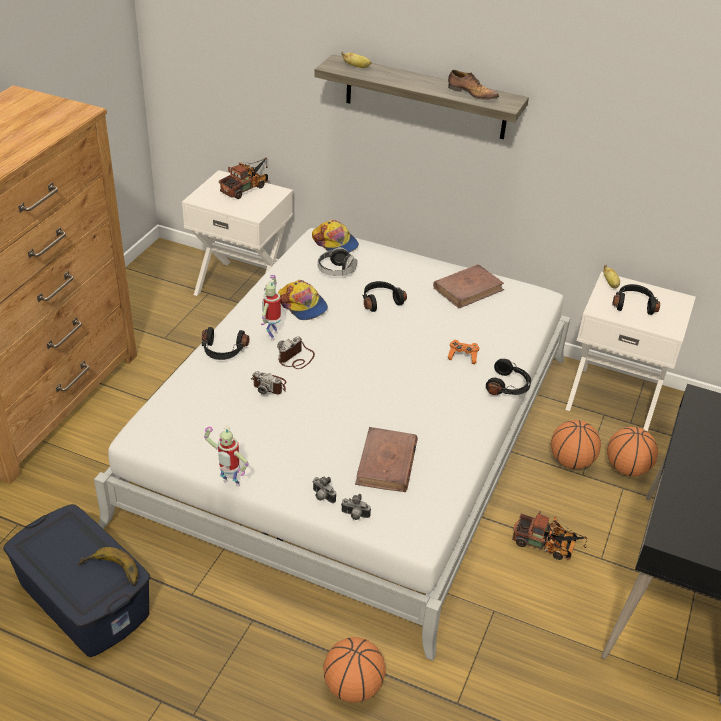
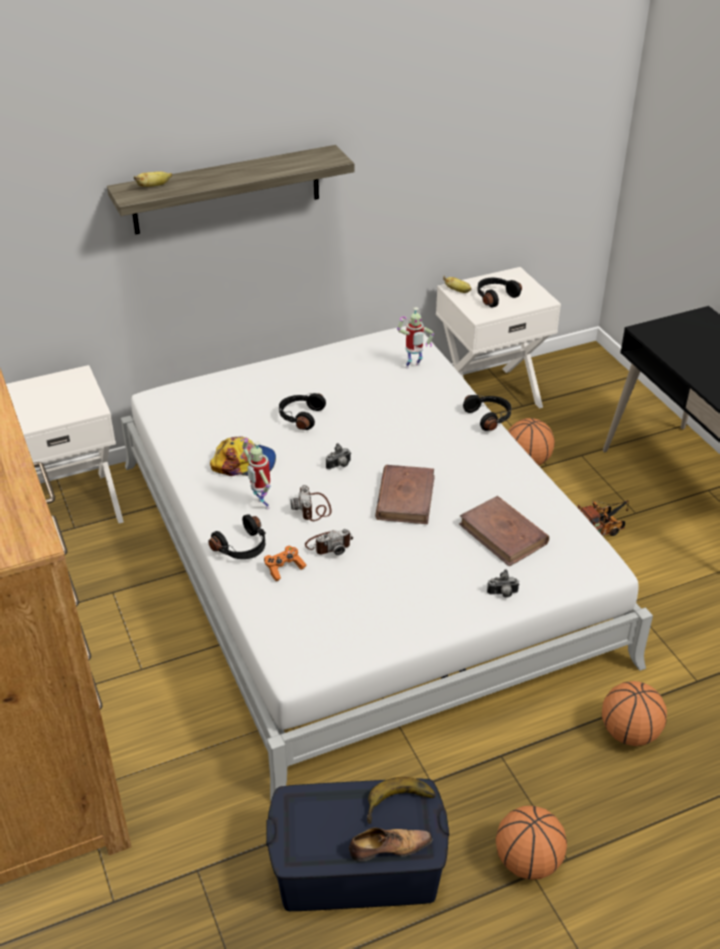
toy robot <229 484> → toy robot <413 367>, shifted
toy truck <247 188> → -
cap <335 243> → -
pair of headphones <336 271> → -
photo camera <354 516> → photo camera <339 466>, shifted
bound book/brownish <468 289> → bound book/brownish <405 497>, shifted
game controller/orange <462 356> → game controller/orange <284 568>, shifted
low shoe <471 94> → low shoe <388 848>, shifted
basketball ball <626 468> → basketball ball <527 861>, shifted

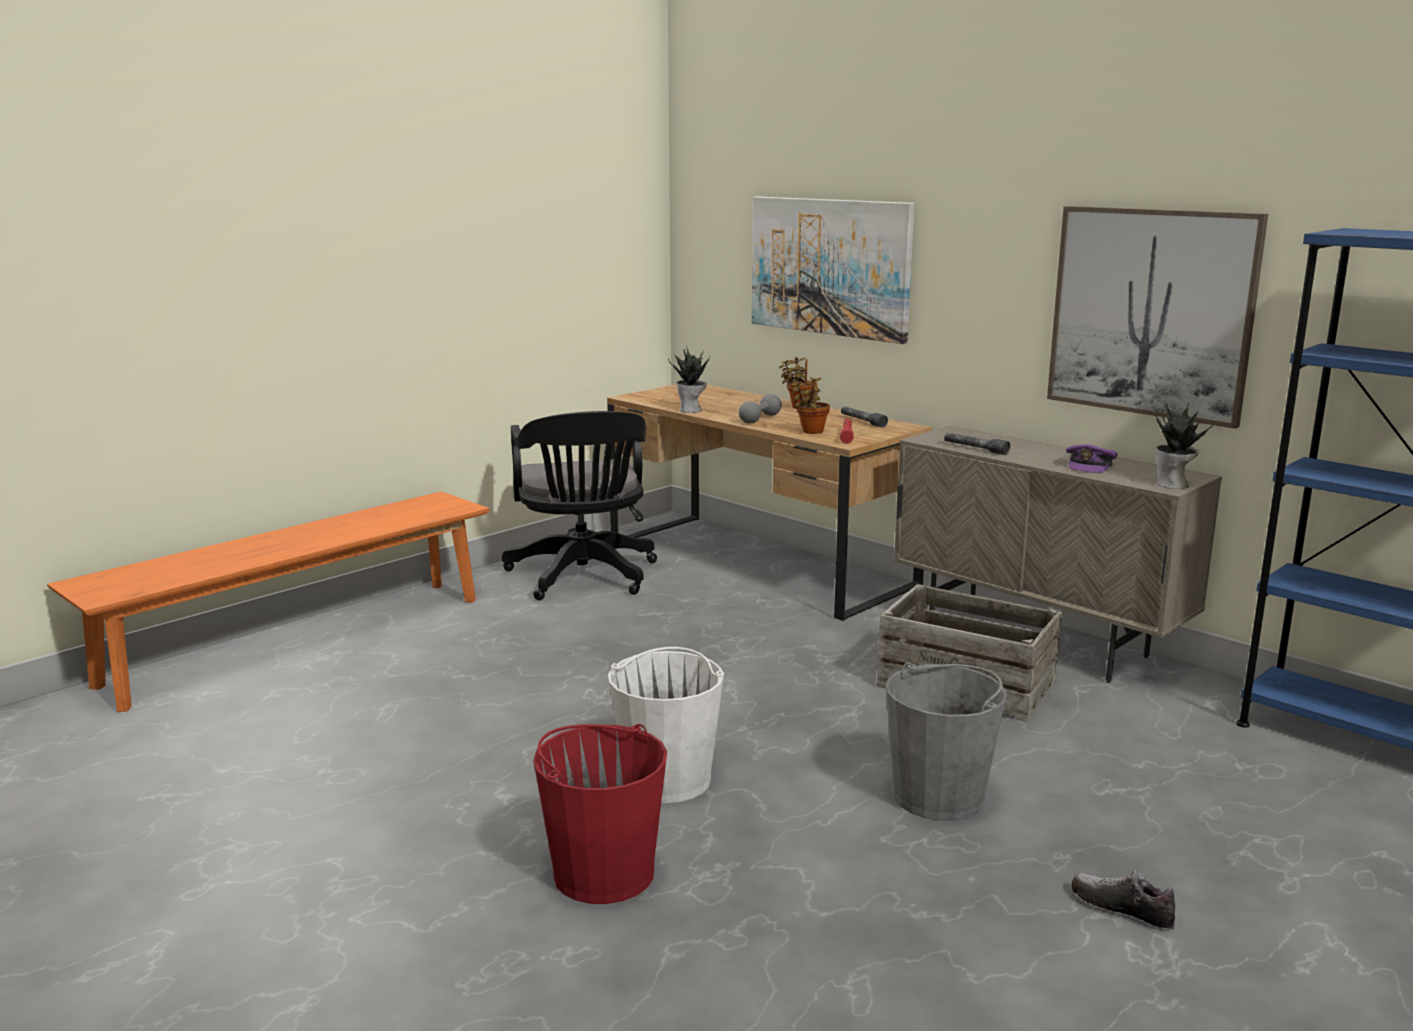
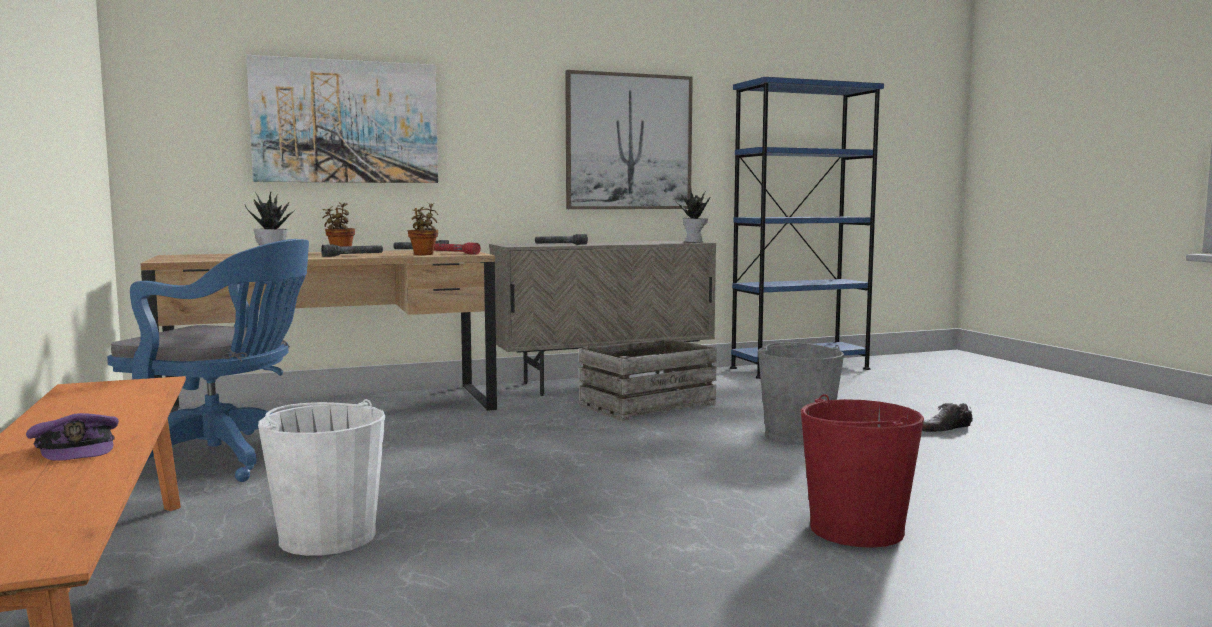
office chair/black-coloured <584 578> → office chair/blue-coloured <225 459>
bucket/white <667 779> → bucket/white <327 536>, shifted
free weight/grey <760 419> → flashlight/grey <353 255>
cap/purplish <1090 466> → cap/purplish <76 449>, shifted

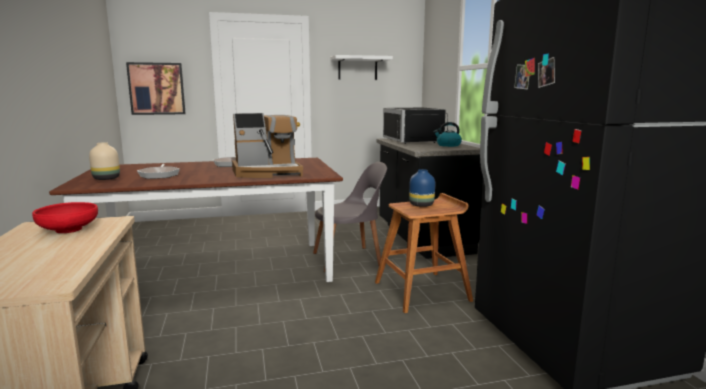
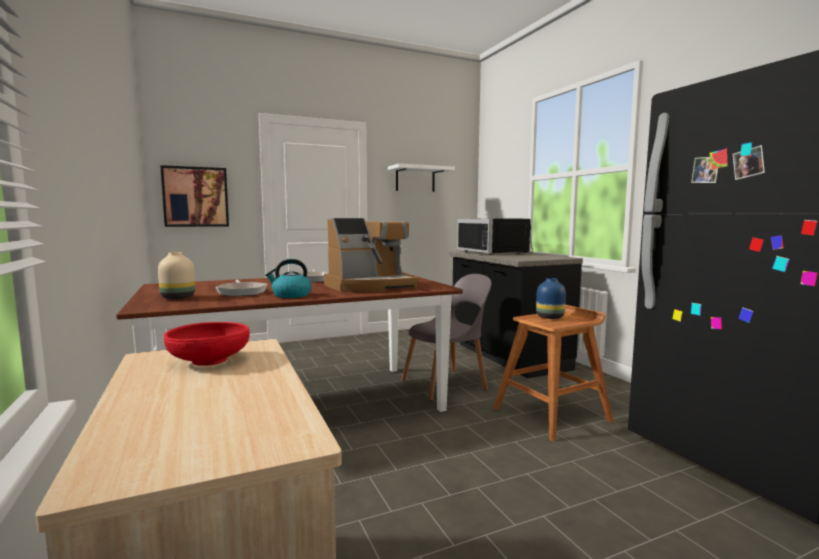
kettle <448 145> → kettle <291 295>, shifted

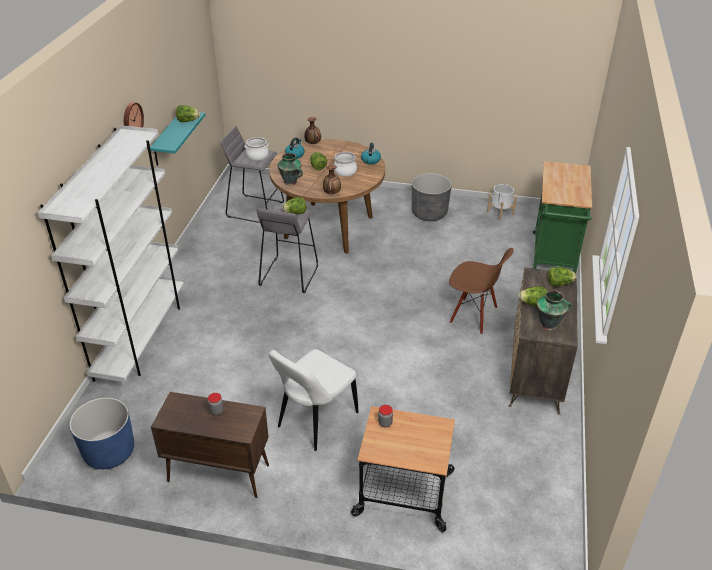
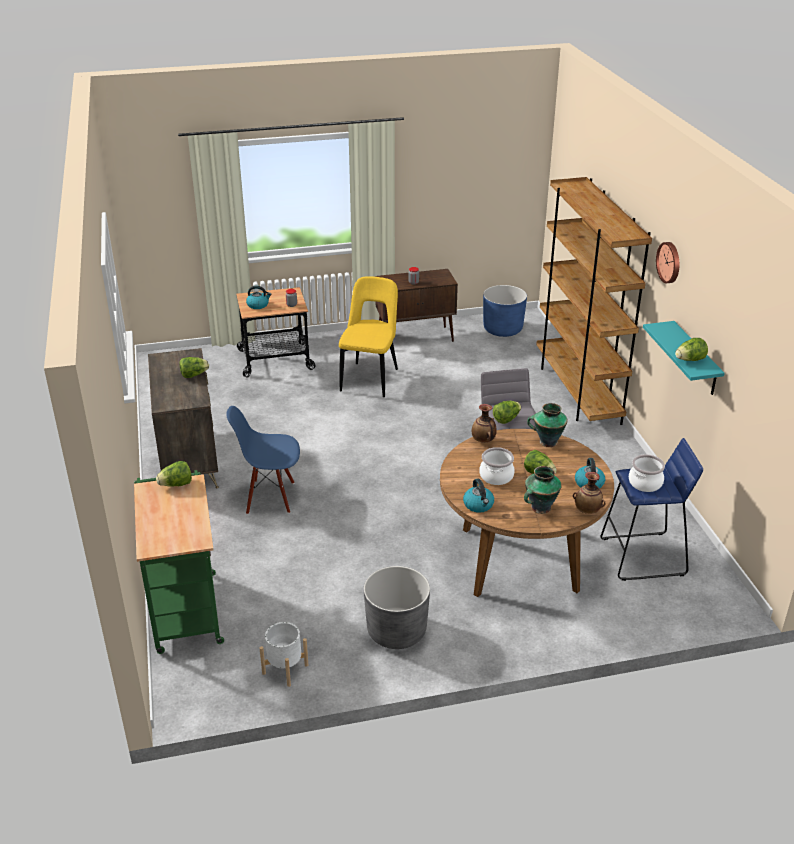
shelving unit/white <141 337> → shelving unit/brownish <577 391>
stool seat/grey <255 209> → stool seat/blue-coloured <643 557>
plain chair/white <315 422> → plain chair/yellowish <370 378>
plain chair/brownish <473 315> → plain chair/blue-coloured <270 497>
vase <549 324> → vase <540 508>, shifted
lettuce <559 283> → lettuce <176 485>, shifted
- → kettle <258 305>

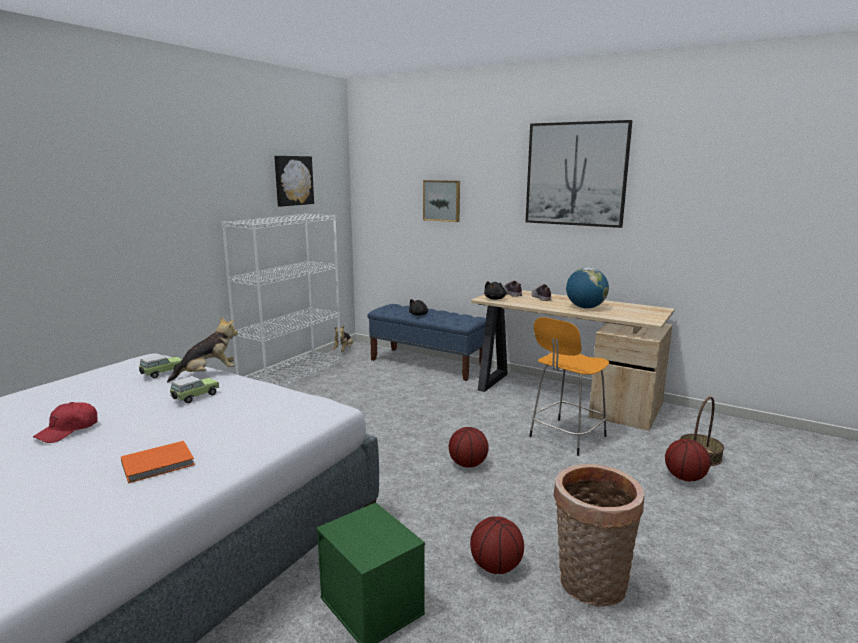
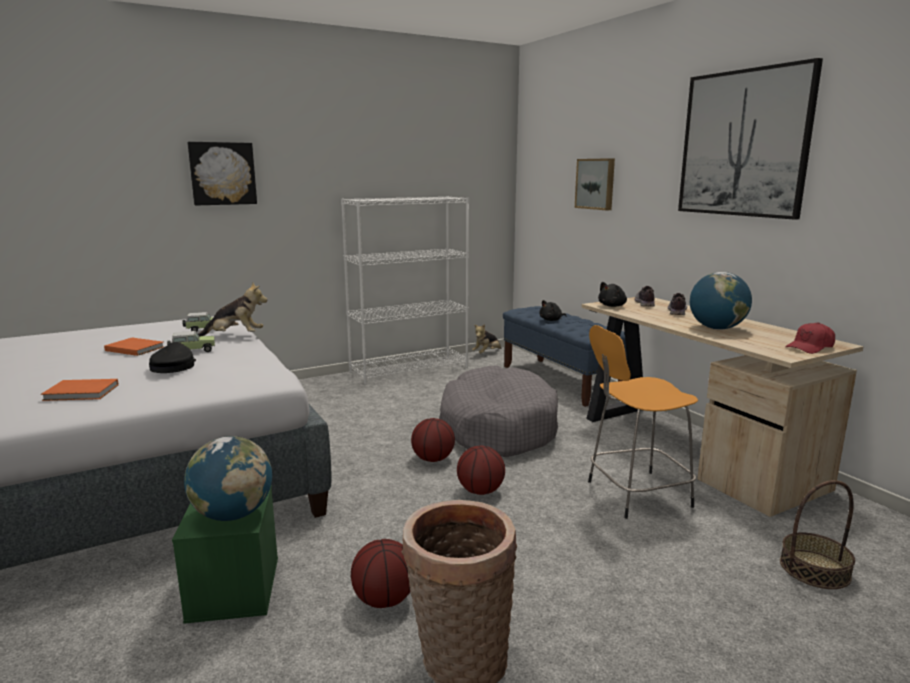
cap/reddish <68 430> → cap/reddish <810 347>, shifted
wall art <293 180> → wall art <222 173>, shifted
basketball ball <684 478> → basketball ball <433 459>, shifted
- → bound book/orange <134 348>
- → cap/black-coloured <173 366>
- → globe <233 514>
- → dog cushion/grey <498 428>

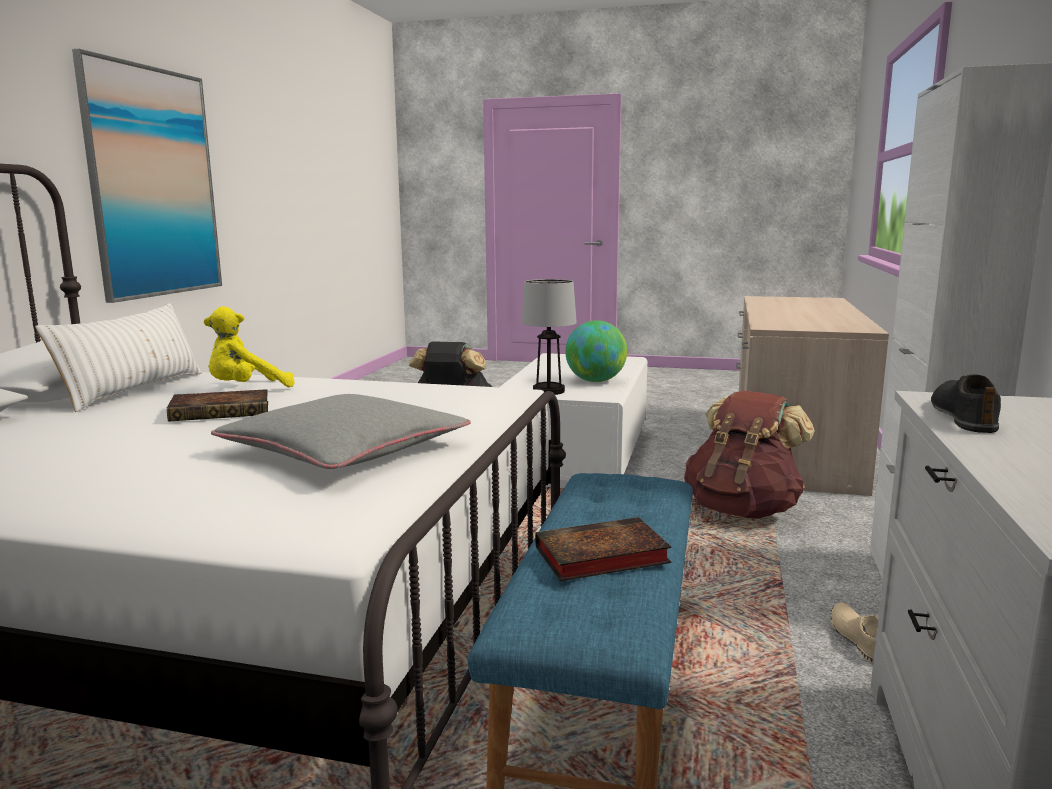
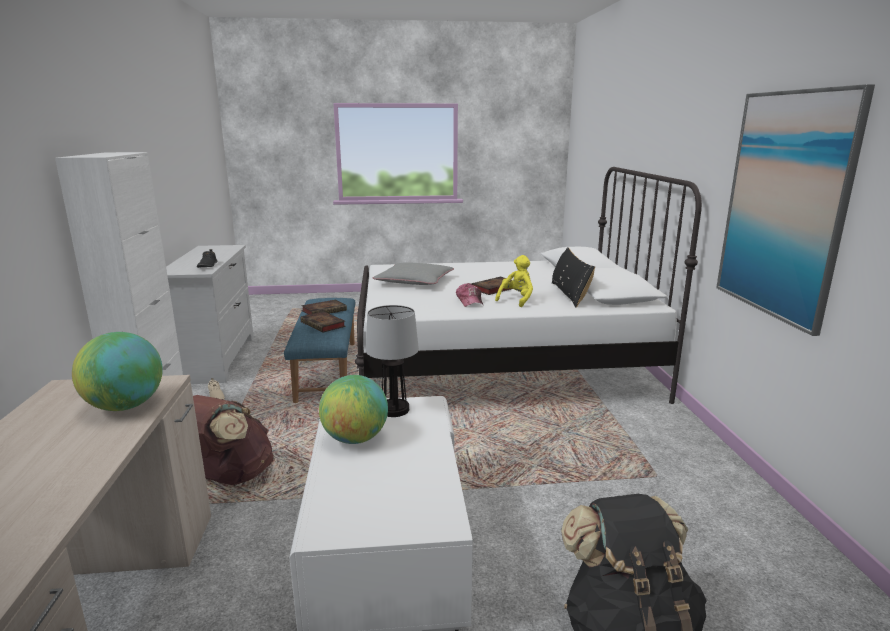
throw pillow/white <133 390> → throw pillow/black-coloured <569 294>
- → globe <125 406>
- → bound book <324 325>
- → cap <470 301>

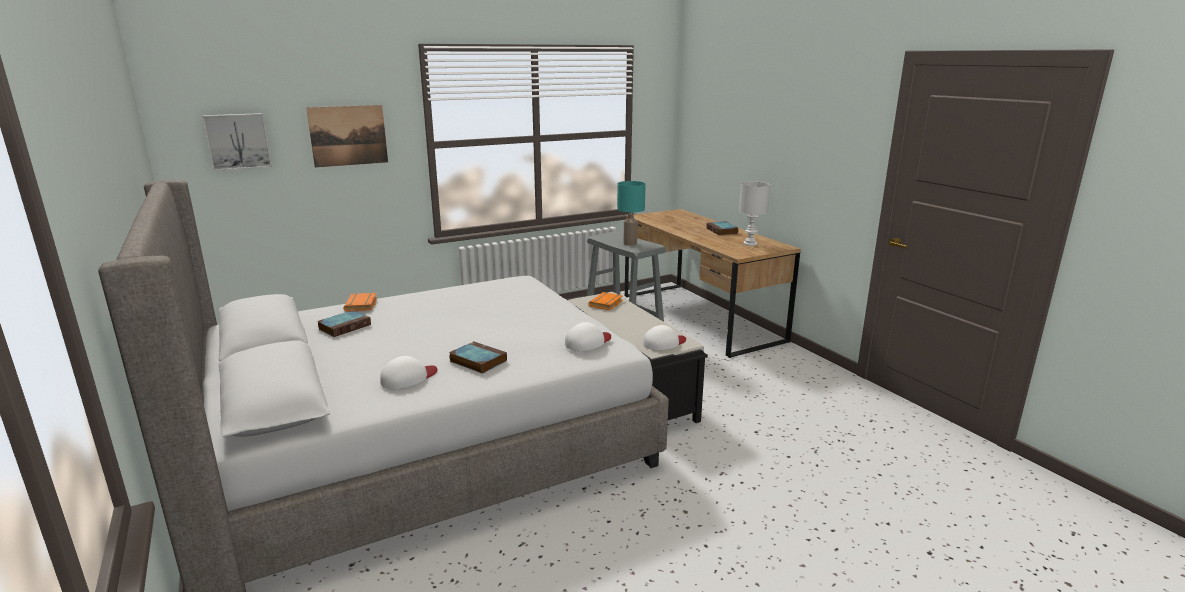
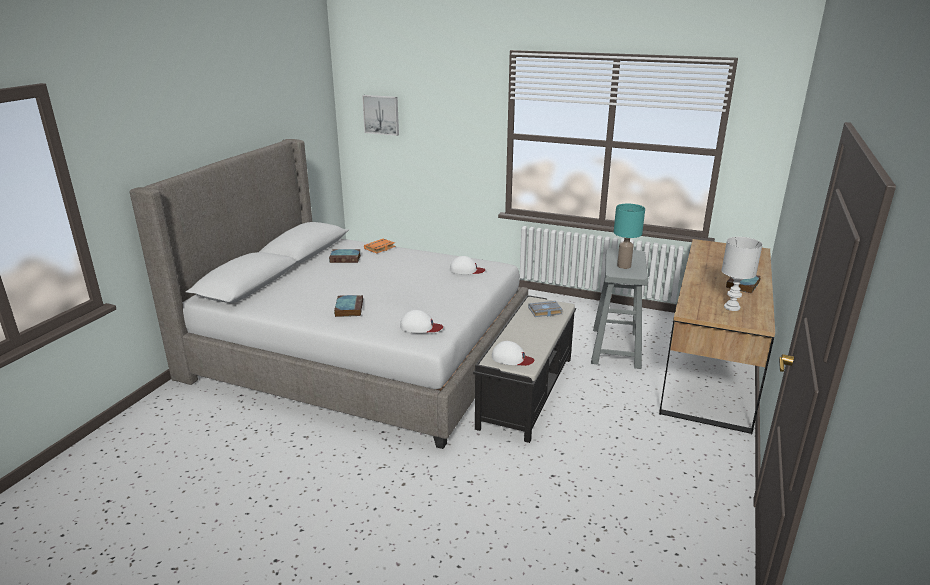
wall art <348 135> → -
cap/white <408 378> → cap/white <466 270>, shifted
bound book/orange <606 304> → bound book/grey <544 311>

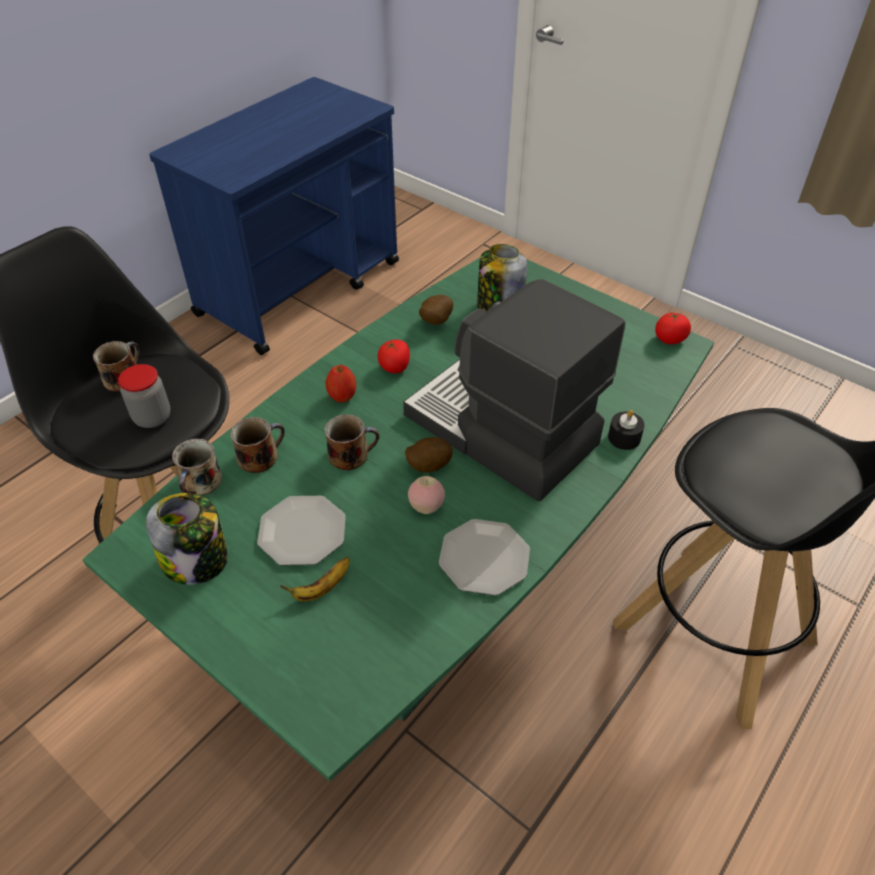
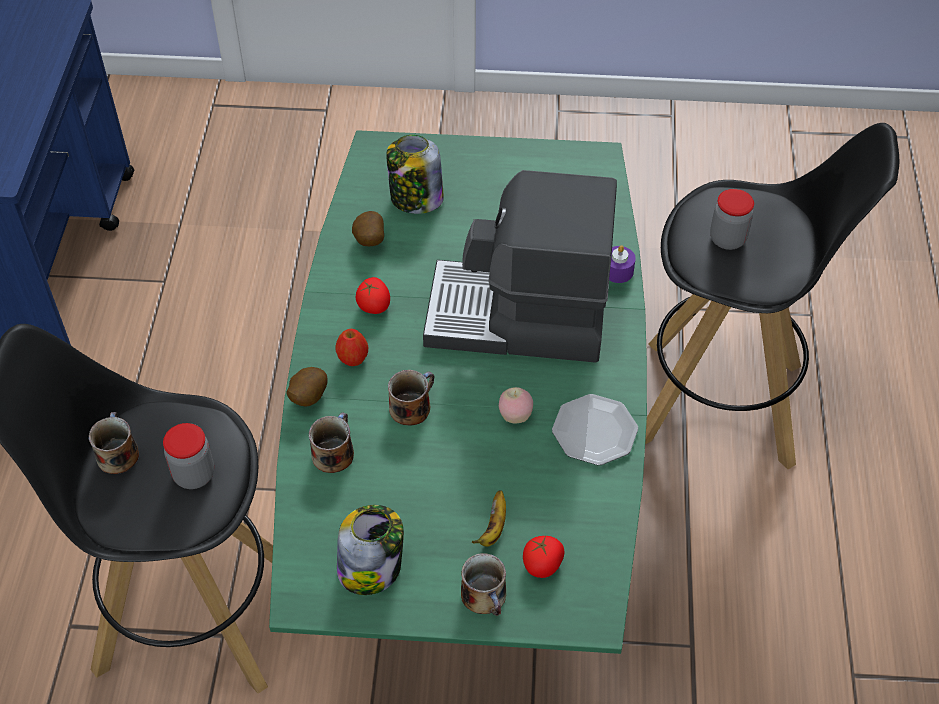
mug <200 482> → mug <485 597>, shifted
plate <302 531> → -
whole potato <427 466> → whole potato <307 398>, shifted
wax candle/black-coloured <624 438> → wax candle/purplish <618 271>
whole tomato <670 339> → whole tomato <542 564>, shifted
- → storage jar <727 239>

